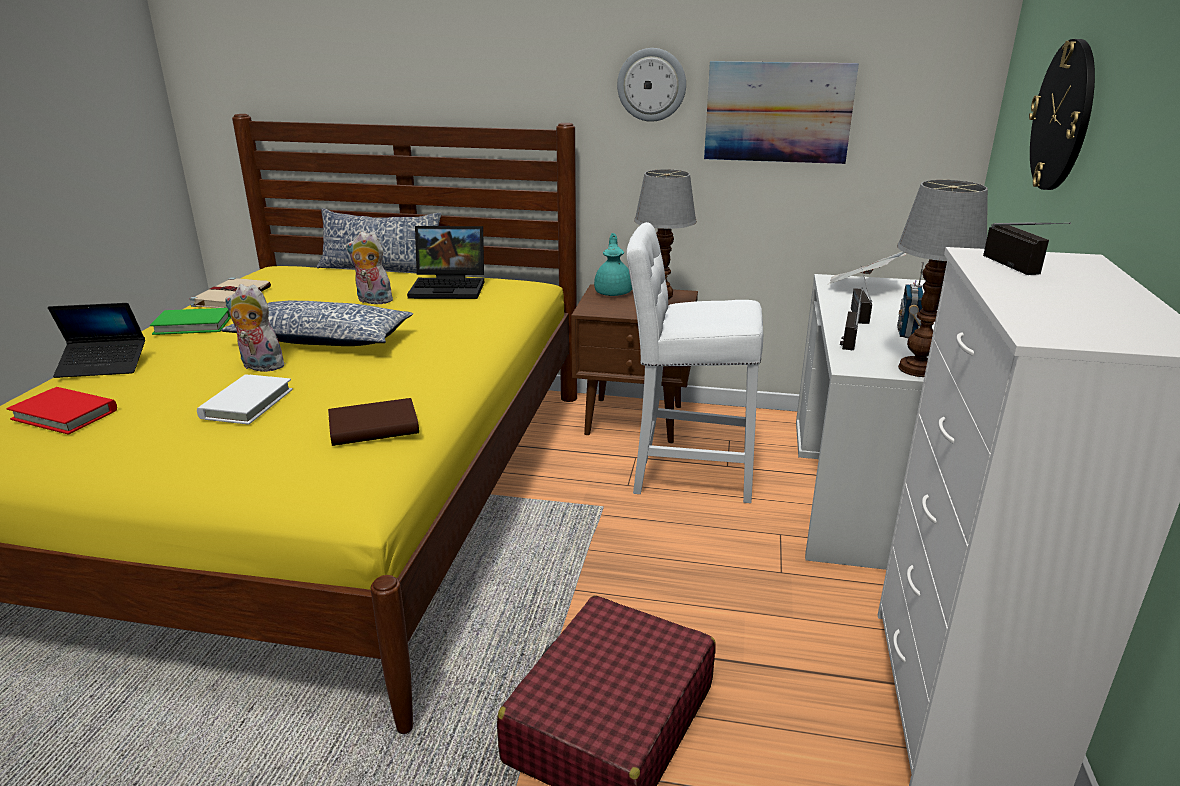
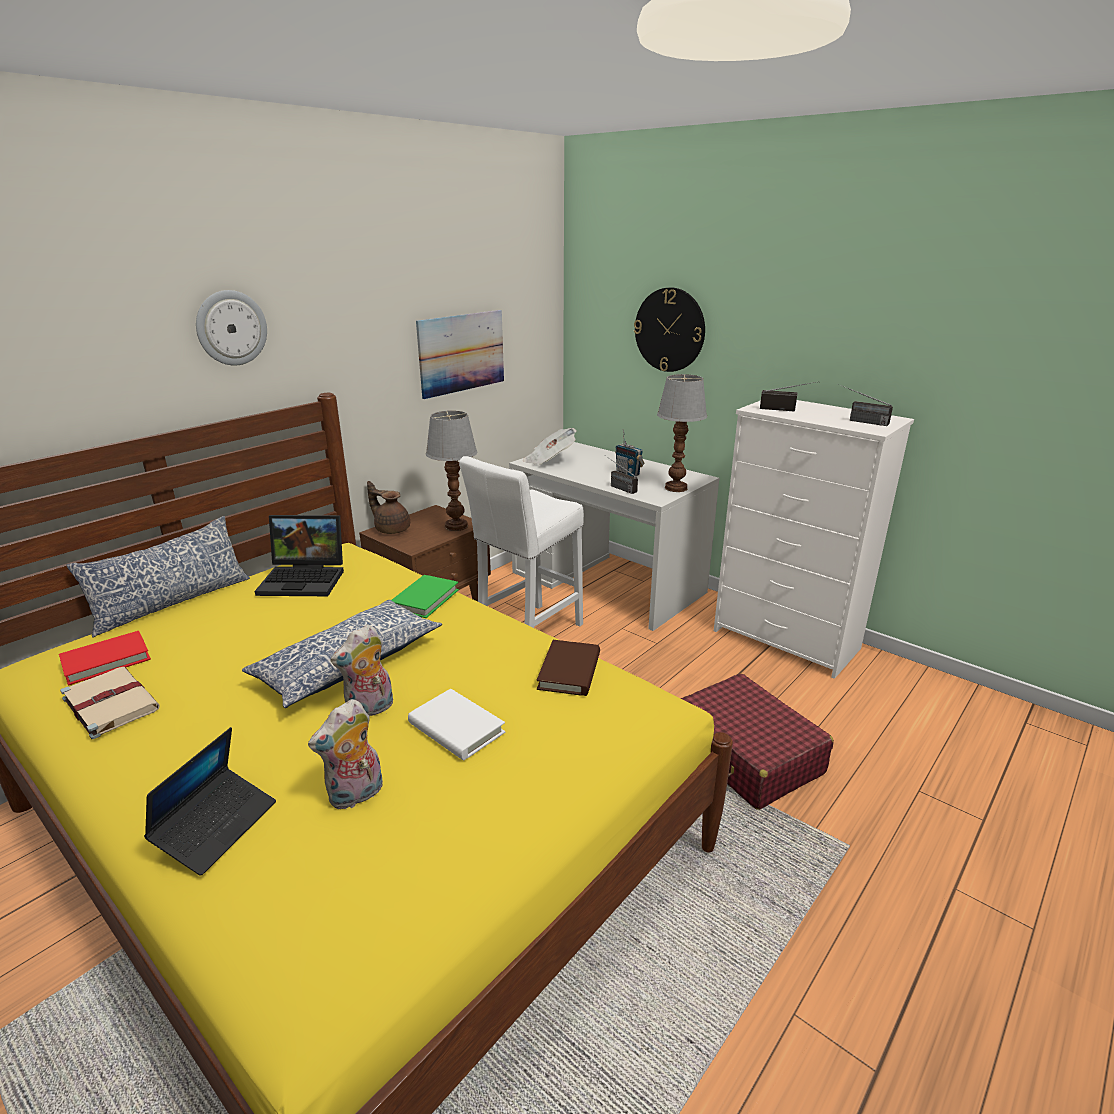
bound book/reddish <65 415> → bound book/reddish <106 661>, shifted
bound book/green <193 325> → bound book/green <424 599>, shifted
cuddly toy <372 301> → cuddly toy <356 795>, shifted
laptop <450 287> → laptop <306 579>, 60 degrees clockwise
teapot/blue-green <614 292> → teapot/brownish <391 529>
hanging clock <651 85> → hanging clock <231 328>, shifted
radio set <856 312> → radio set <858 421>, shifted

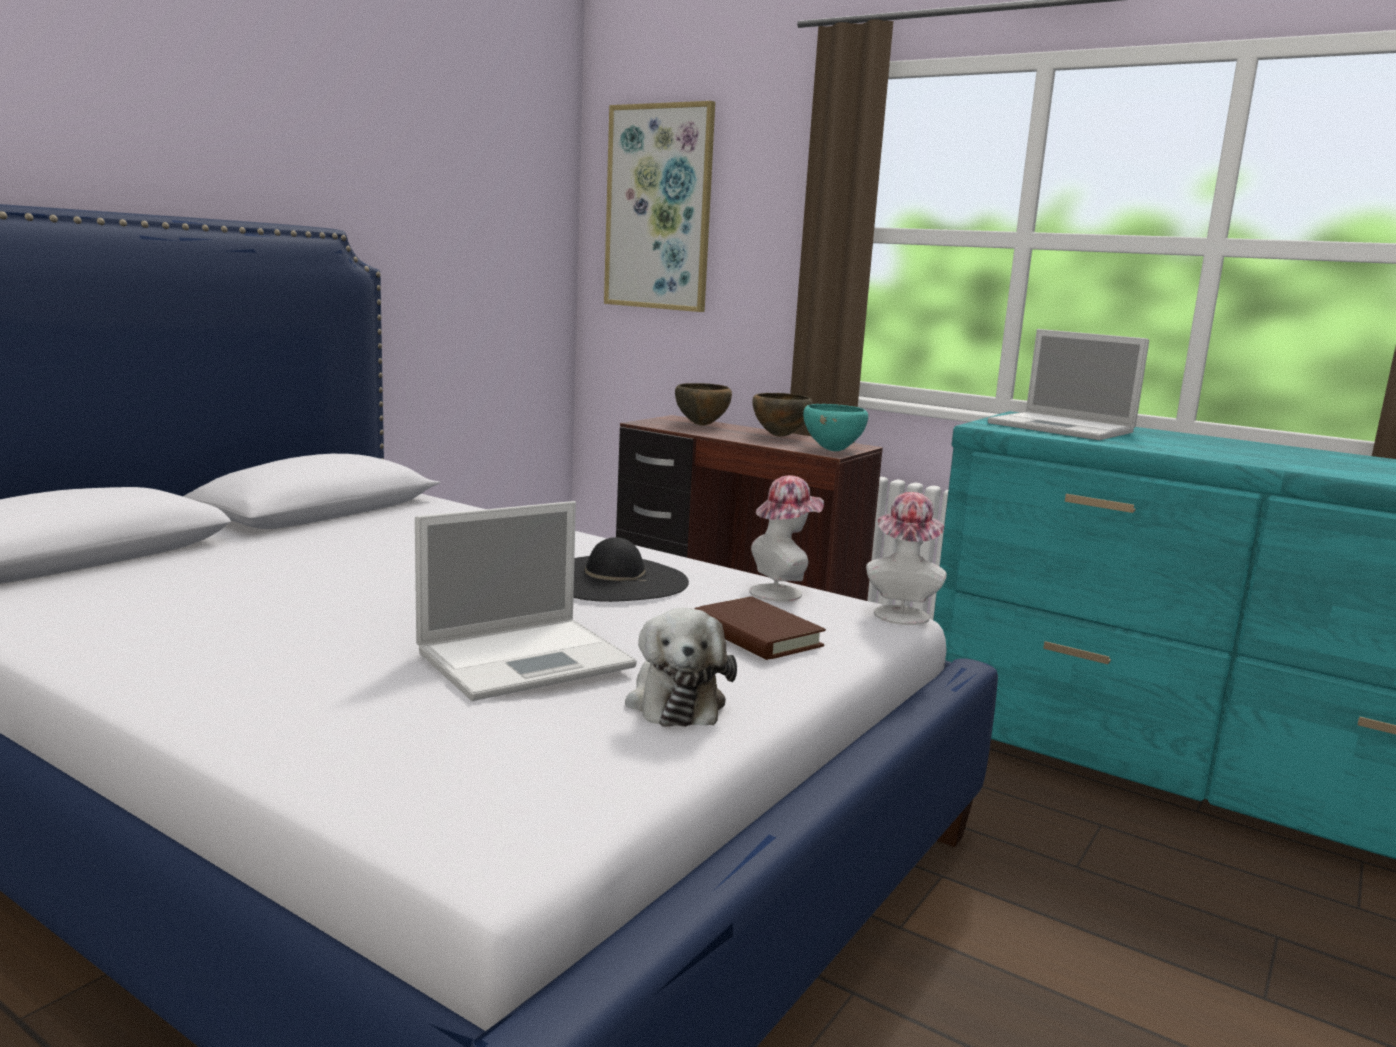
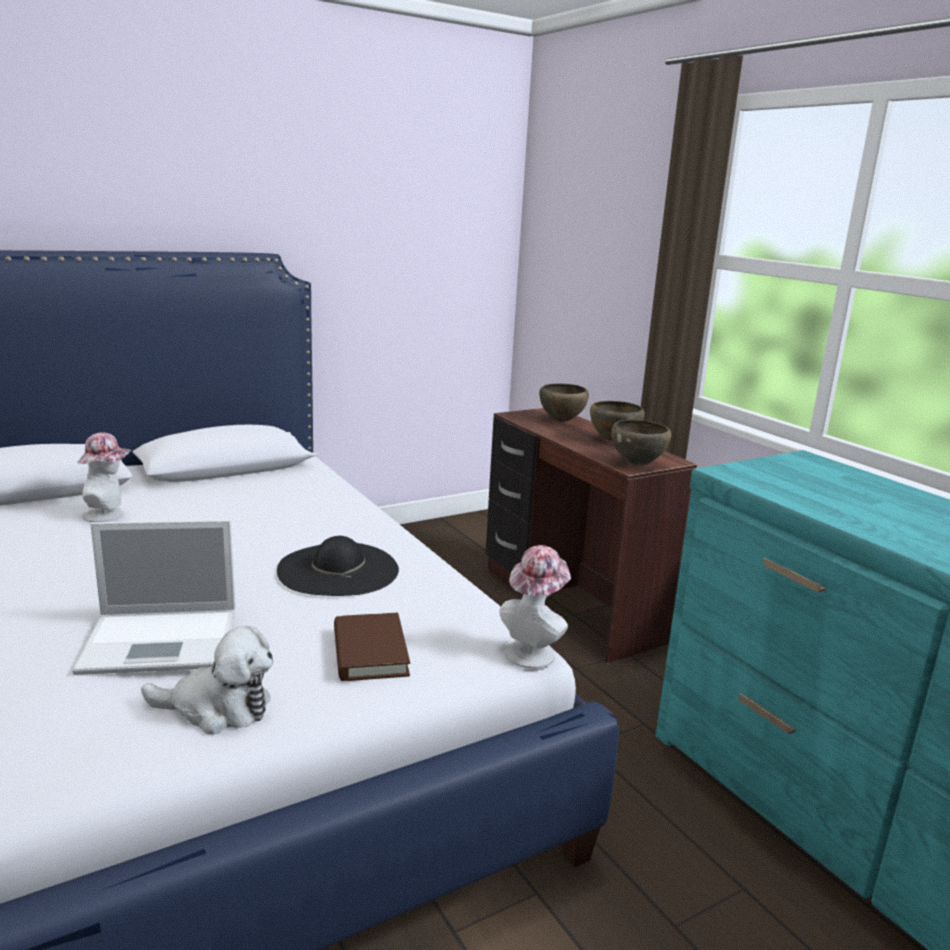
wall art <659 208> → -
cuddly toy <675 701> → cuddly toy <217 708>, 105 degrees counterclockwise
hat <781 592> → hat <109 515>, shifted
bowl/blue-green <833 450> → bowl/brownish <637 464>
laptop <1063 428> → -

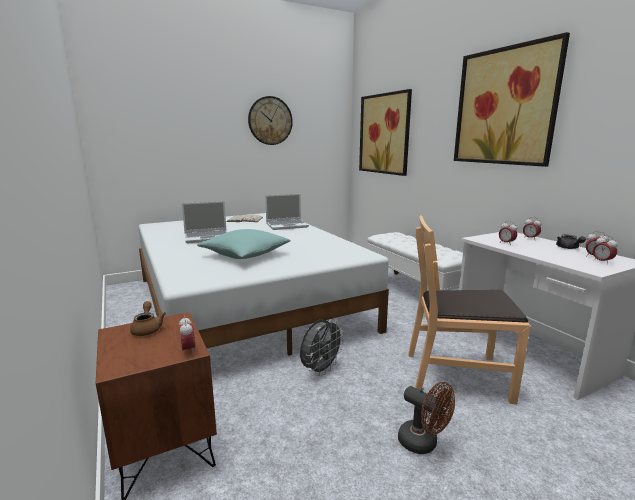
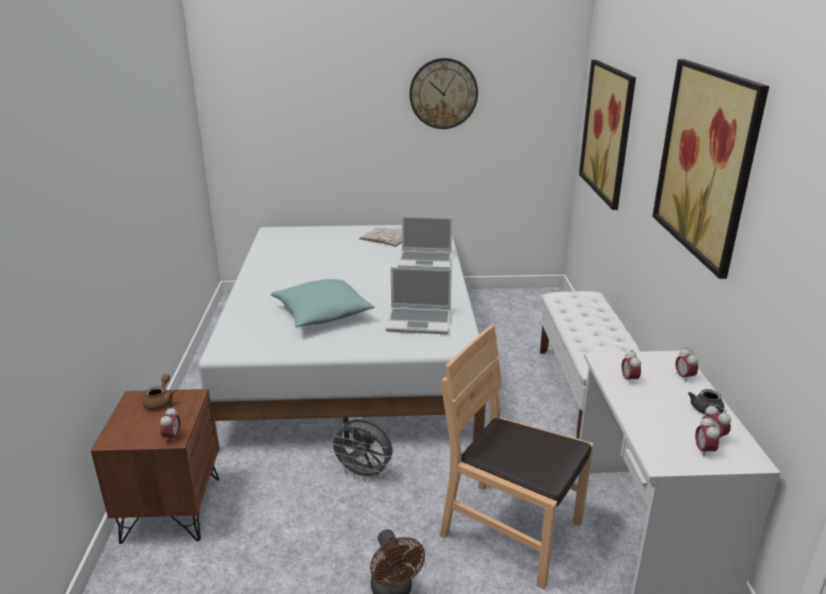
laptop <207 237> → laptop <420 322>, shifted
electric fan/grey <320 370> → electric fan/grey <364 474>, 45 degrees clockwise

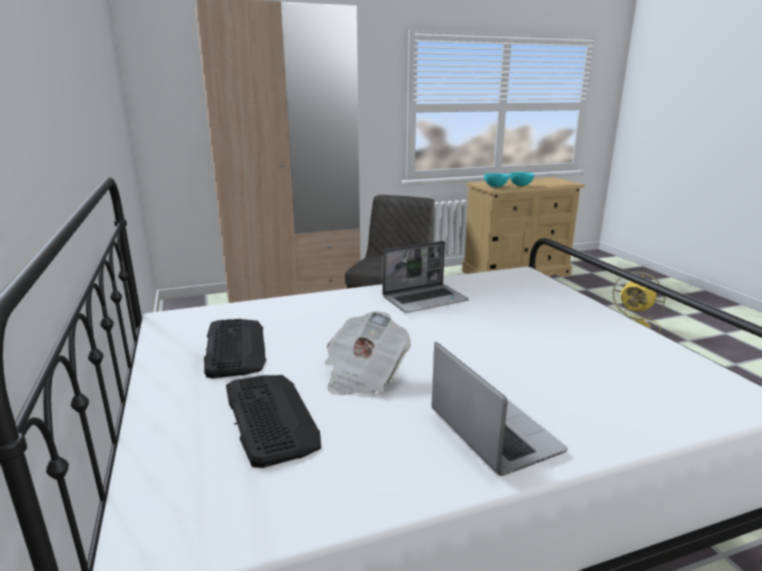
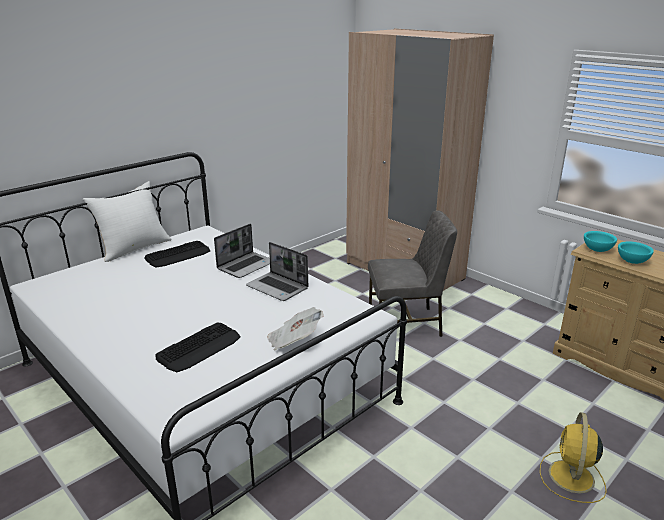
PC keyboard <270 416> → PC keyboard <199 347>, shifted
printed paper <363 375> → printed paper <294 341>, shifted
laptop <491 431> → laptop <246 266>, shifted
- → throw pillow/white <134 248>

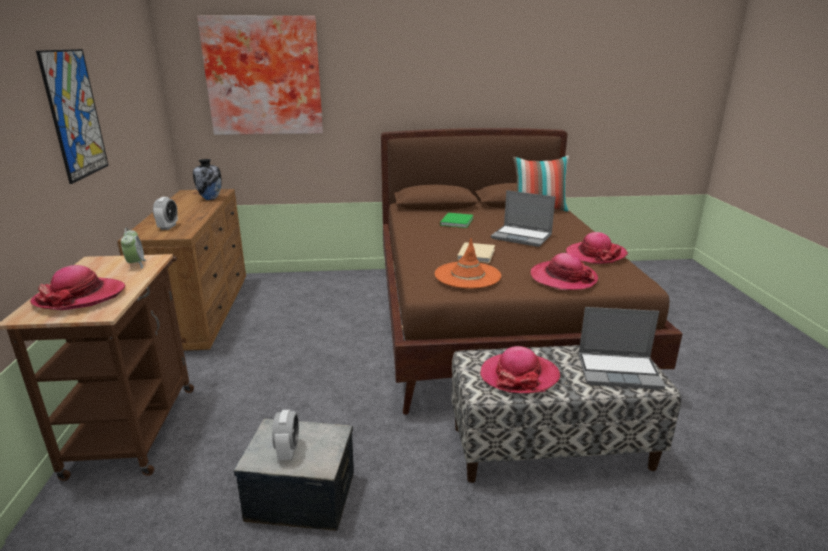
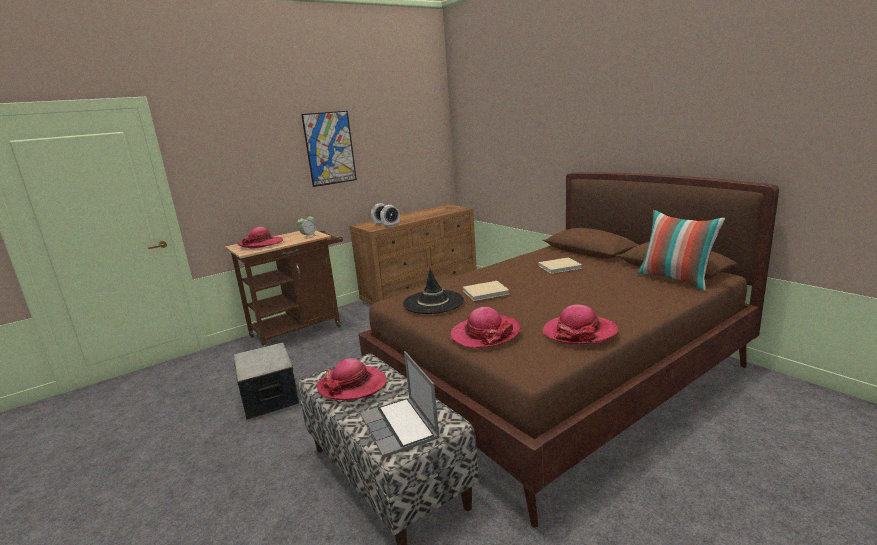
vase <210 198> → -
wall art <264 76> → -
table clock <288 451> → table clock <391 225>, shifted
hat/orange <467 275> → hat/black-coloured <433 302>
bound book/green <457 221> → bound book/beige <561 267>
laptop <522 237> → -

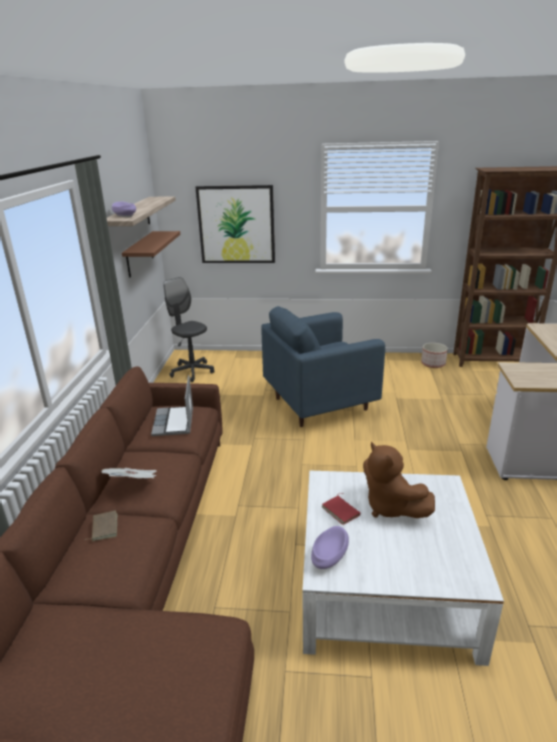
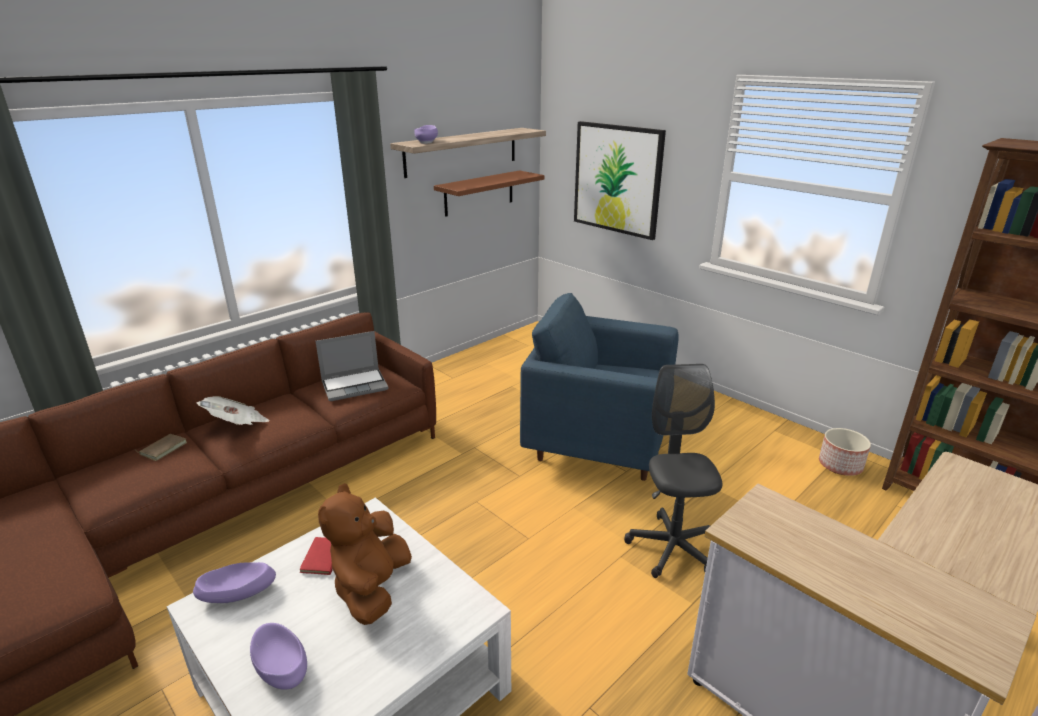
laptop <174 422> → laptop <355 385>, 150 degrees counterclockwise
office chair/grey <192 371> → office chair/grey <671 548>, shifted
- → bowl/purplish <281 667>

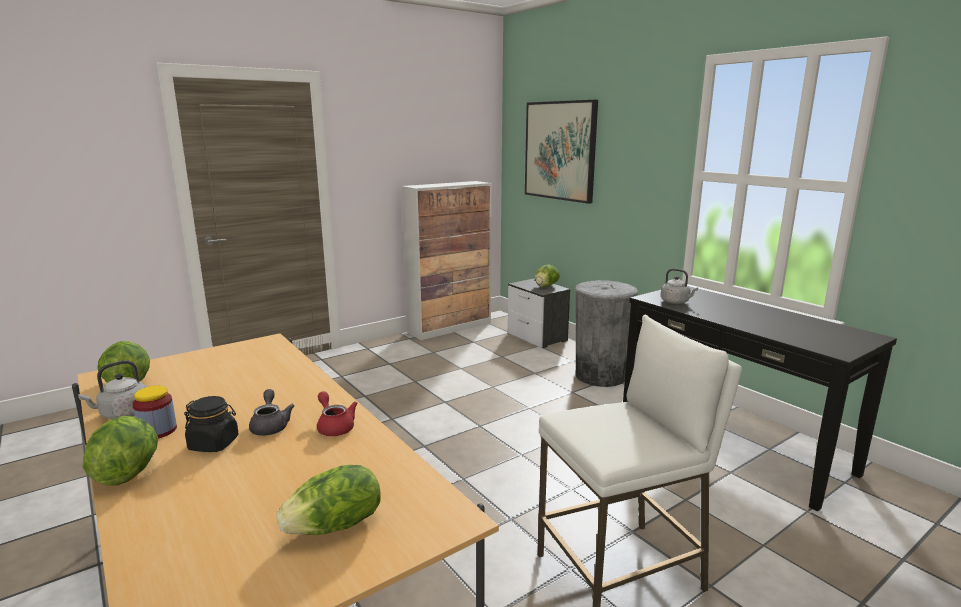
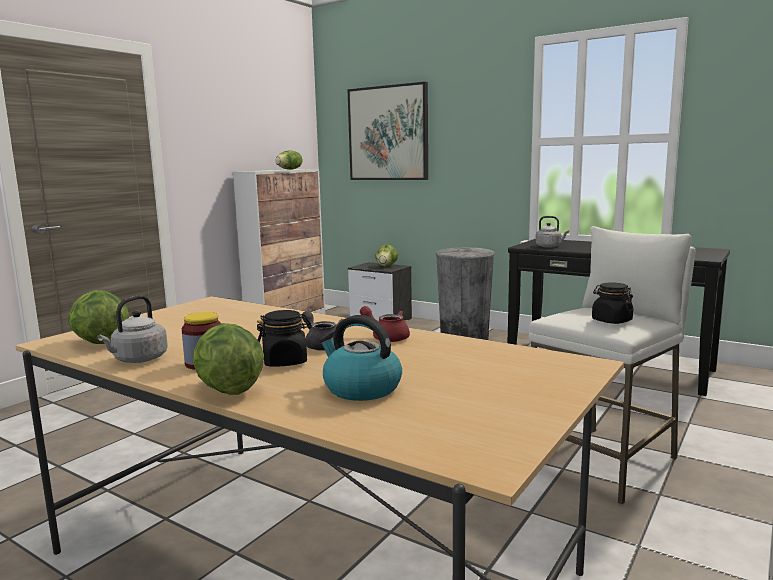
lettuce <336 526> → lettuce <289 169>, shifted
- → kettle <361 388>
- → storage jar/black-coloured <611 320>

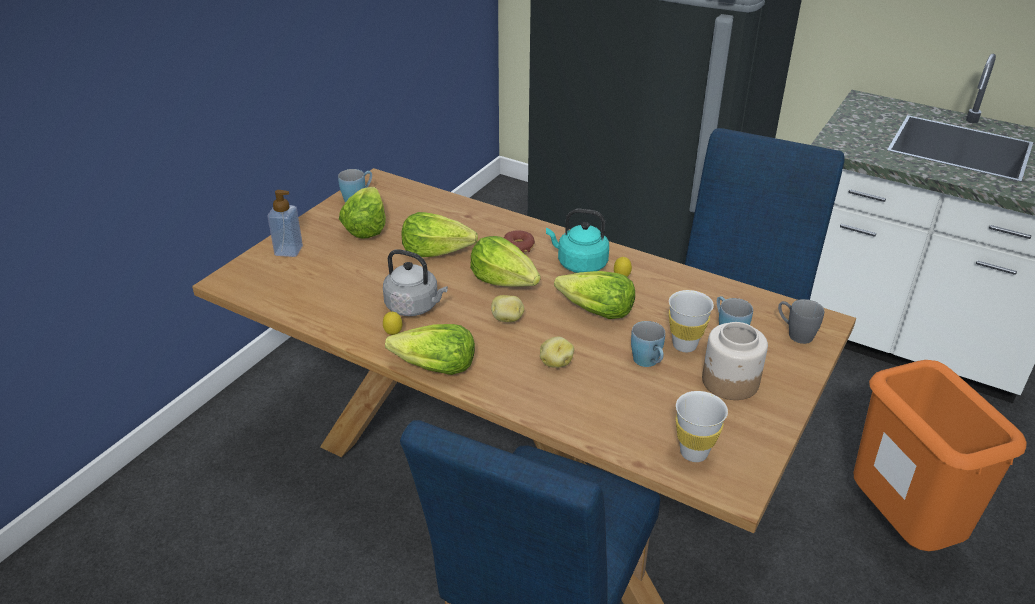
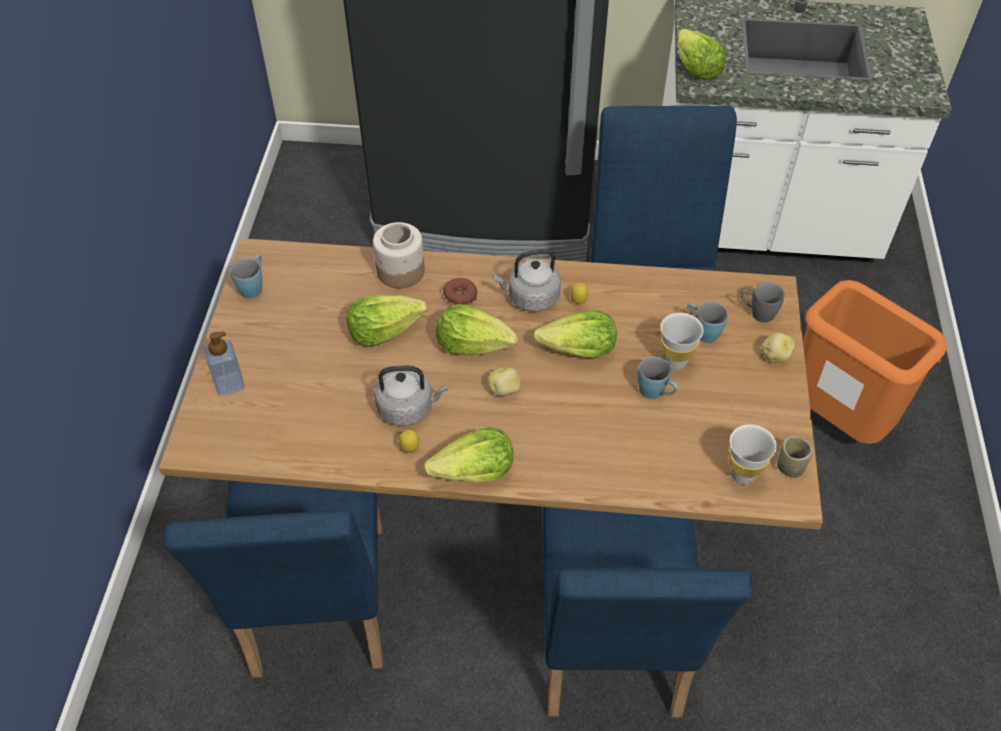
lettuce <365 227> → lettuce <695 69>, shifted
whole potato <555 363> → whole potato <775 356>, shifted
kettle/blue-green <579 264> → kettle/grey <530 298>
storage jar <730 382> → storage jar <400 272>, shifted
- → plain chair/blue-coloured <317 614>
- → cup <790 467>

